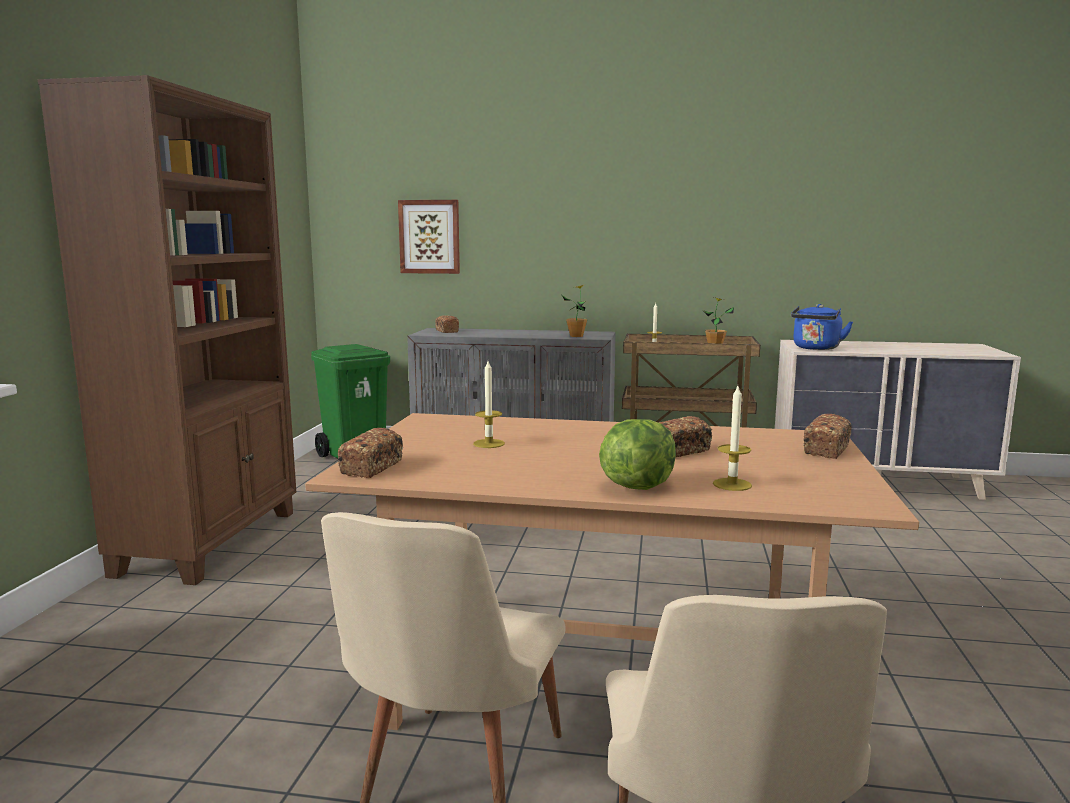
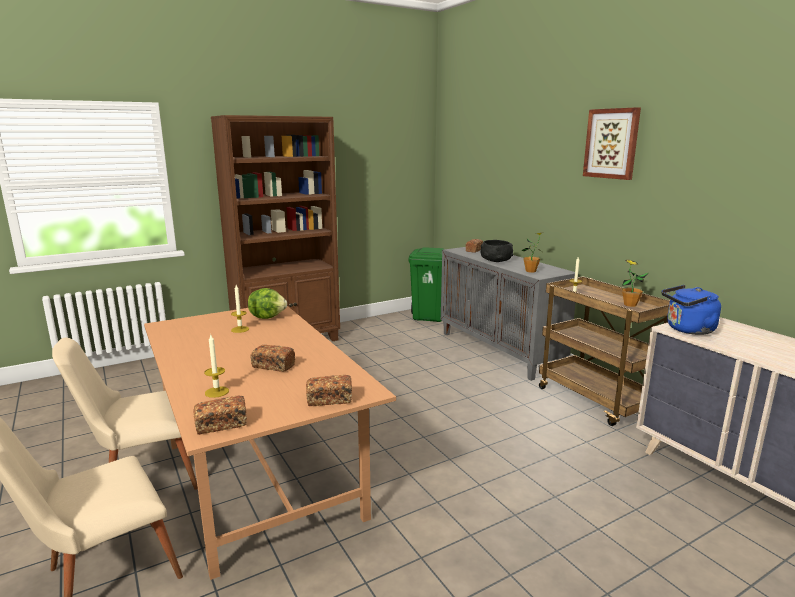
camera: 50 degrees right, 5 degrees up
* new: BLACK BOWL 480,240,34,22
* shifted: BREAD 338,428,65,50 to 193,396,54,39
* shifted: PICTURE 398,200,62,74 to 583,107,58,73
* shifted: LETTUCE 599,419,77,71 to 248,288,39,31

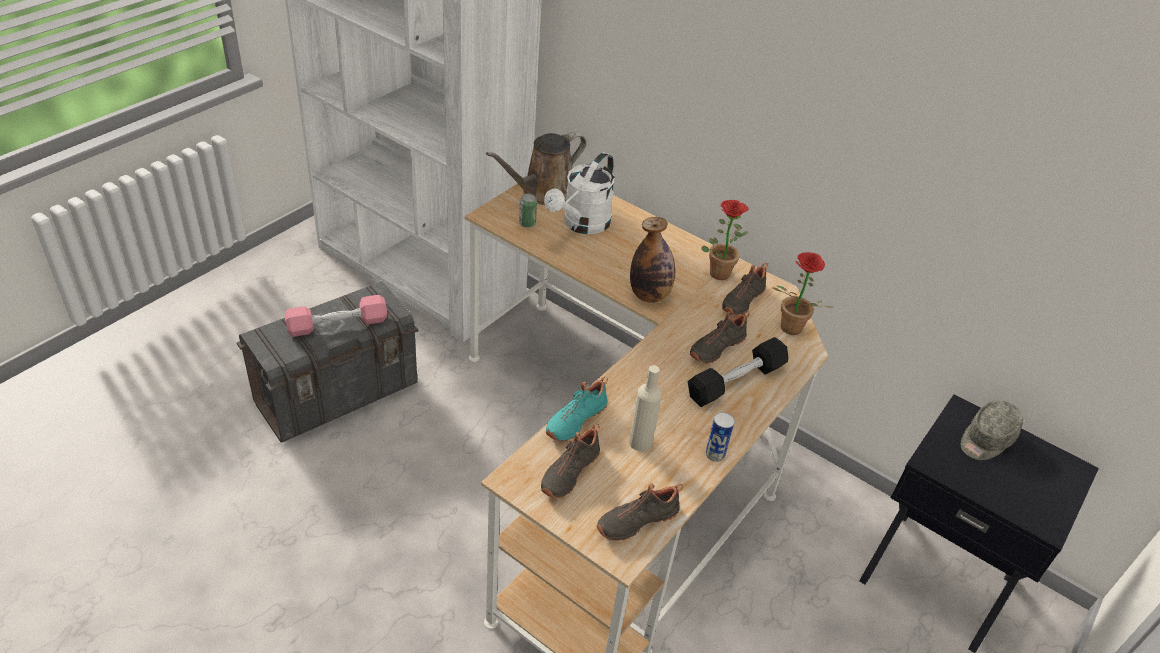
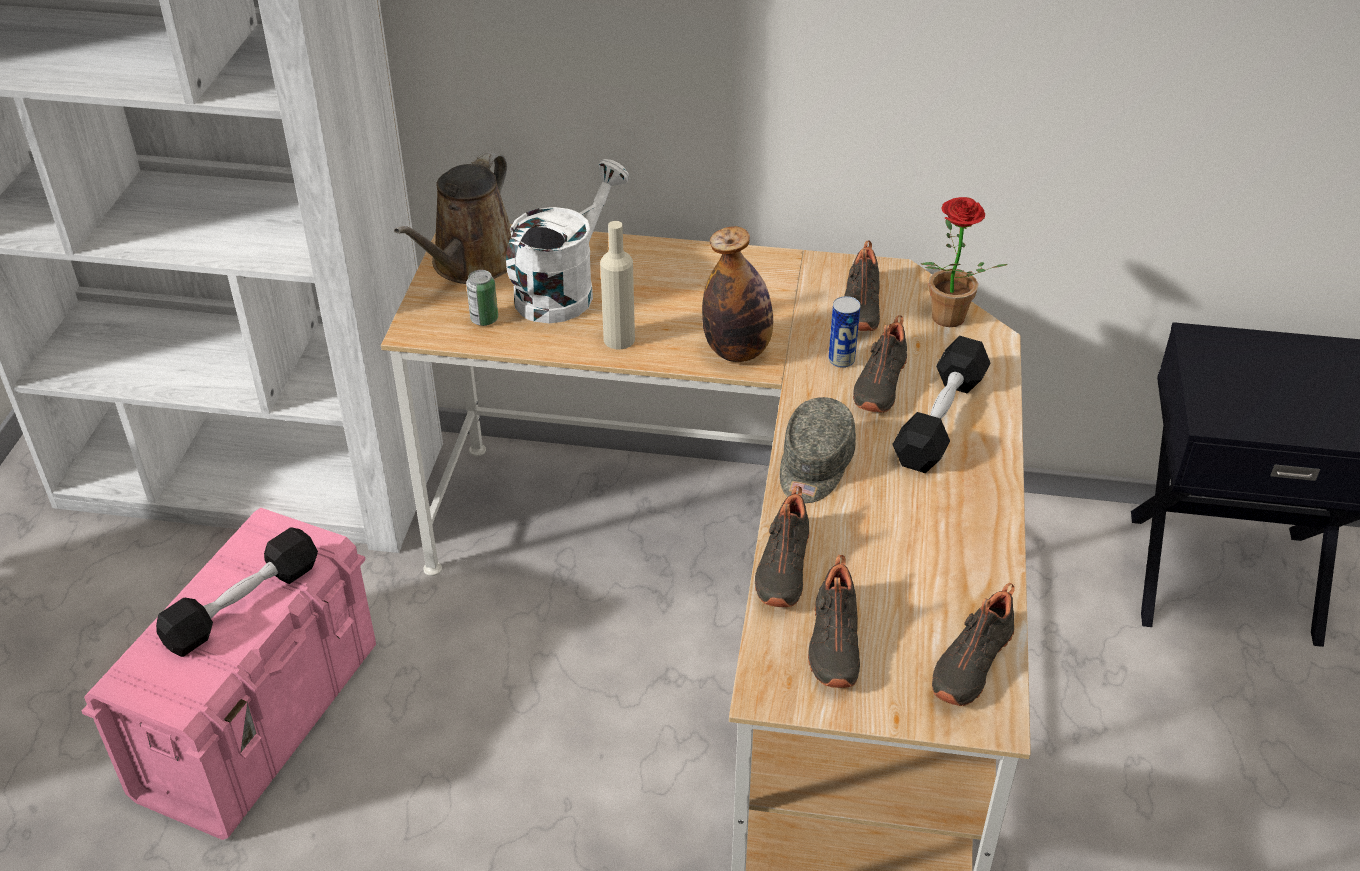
camera: 25 degrees left, 0 degrees up
* gone: POTTED PLANT 701,200,48,80
* shifted: BEIGE BOTTLE 629,365,33,86 to 600,221,35,128
* shifted: CAN 706,412,29,50 to 828,296,33,72
* shifted: GREY CAP 961,401,62,59 to 780,397,76,106
* repainted: GREY STORAGE BOX 237,281,181,162 to PINK STORAGE BOX 82,508,294,332
* repainted: PINK DUMBBELL 284,295,103,42 to BLACK DUMBBELL 156,527,162,130
* repainted: TURQUOISE SHOE 546,377,62,64 to BLACK SHOE 755,486,54,121
* rotated: WHITE WATERING CAN 544,152,71,82 = 506,159,124,164 150 degrees counterclockwise

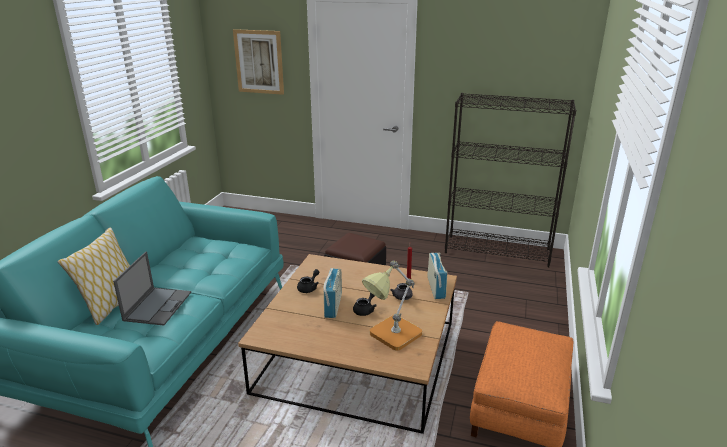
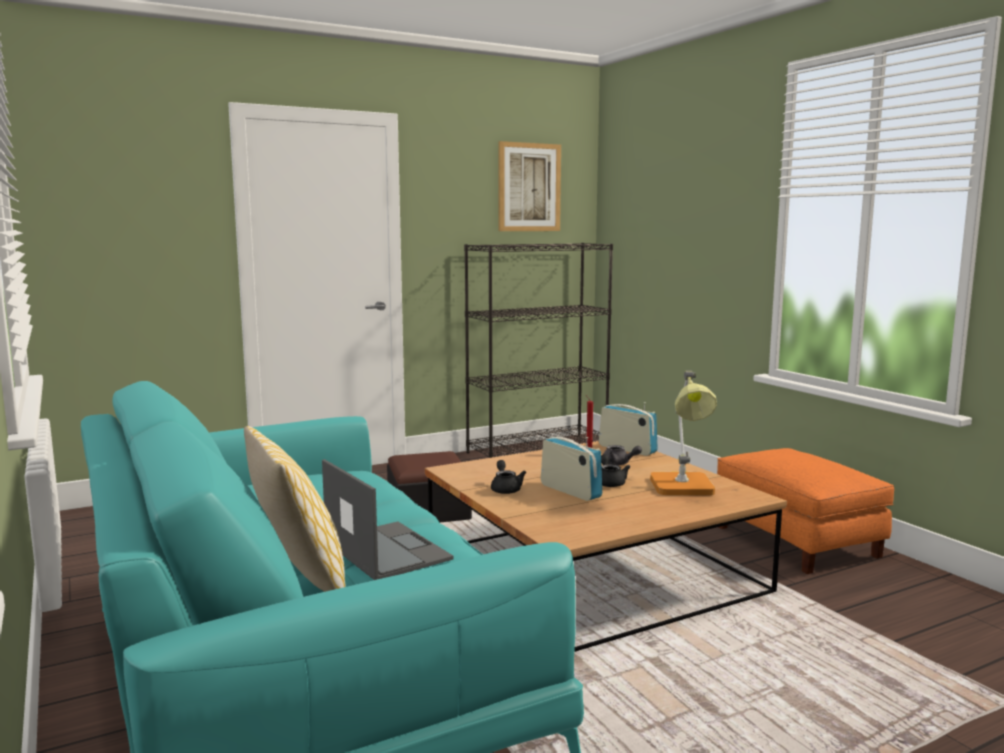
camera: 45 degrees left, 15 degrees down
* shifted: PICTURE 233,29,51,66 to 498,141,63,90

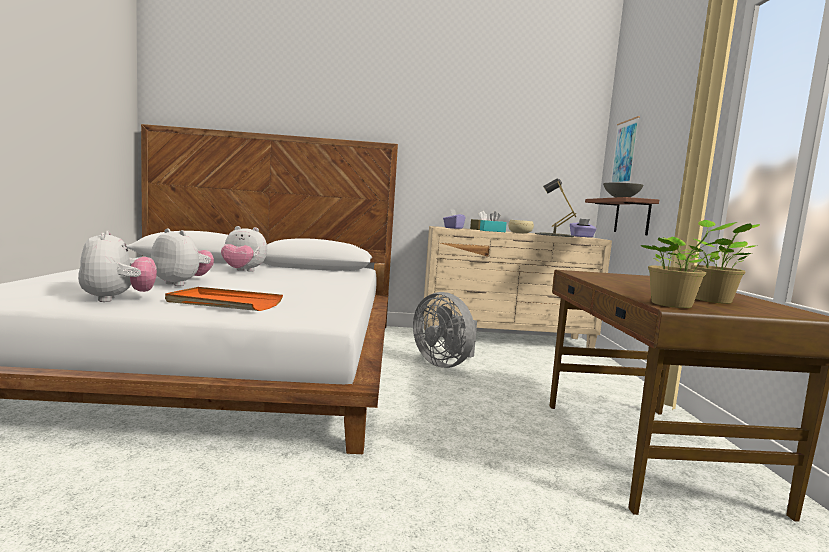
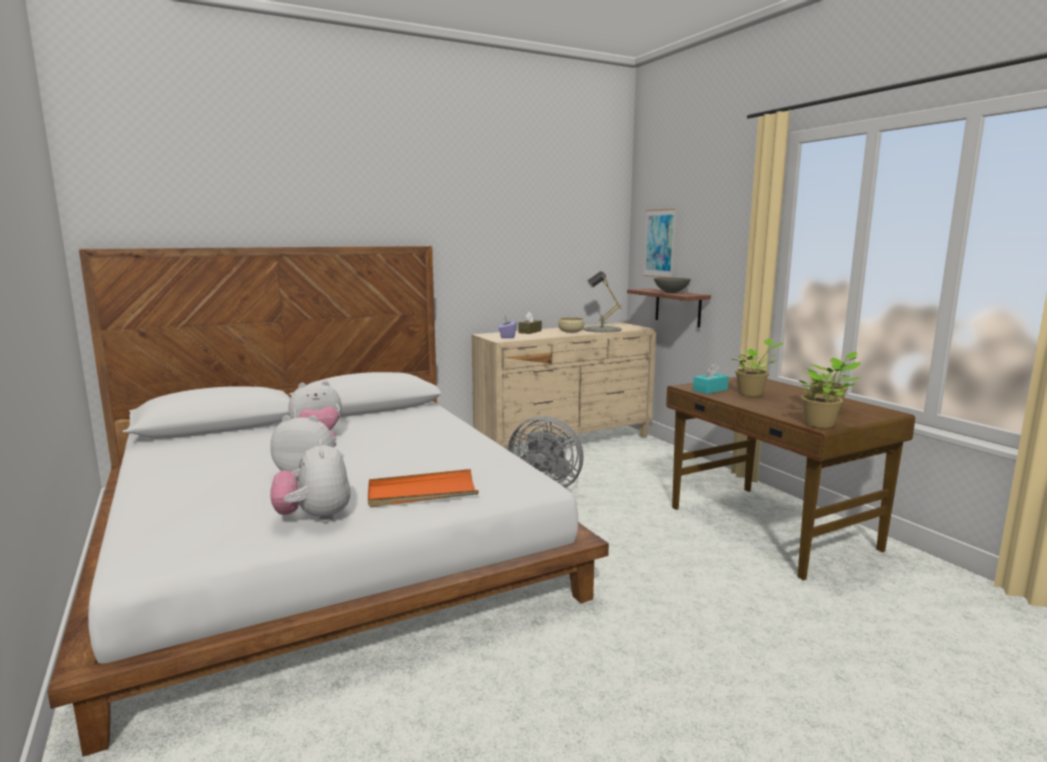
camera: 25 degrees left, 5 degrees up
* gone: PURPLE TISSUE BOX 570,219,27,19
* new: POTTED PLANT 732,339,51,57
* shifted: TURQUOISE TISSUE BOX 480,211,27,21 to 693,363,36,31
* rotated: PLUSH TOY 78,231,79,71 = 270,439,81,84 150 degrees counterclockwise

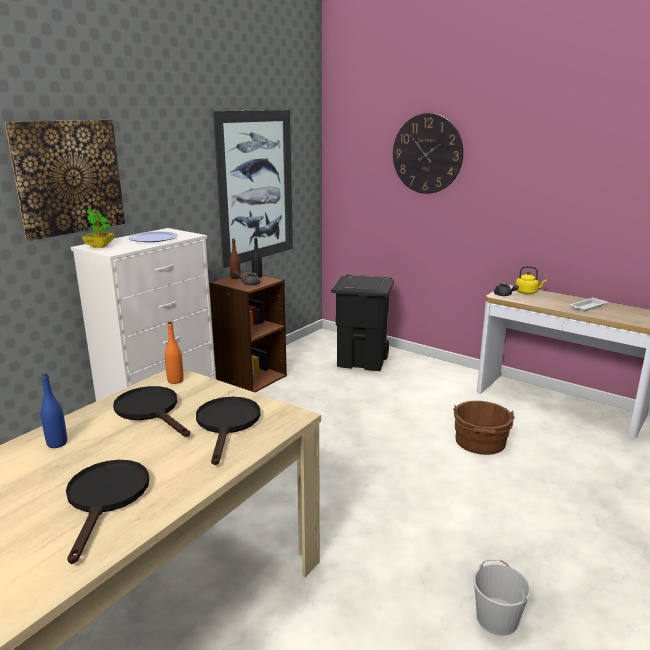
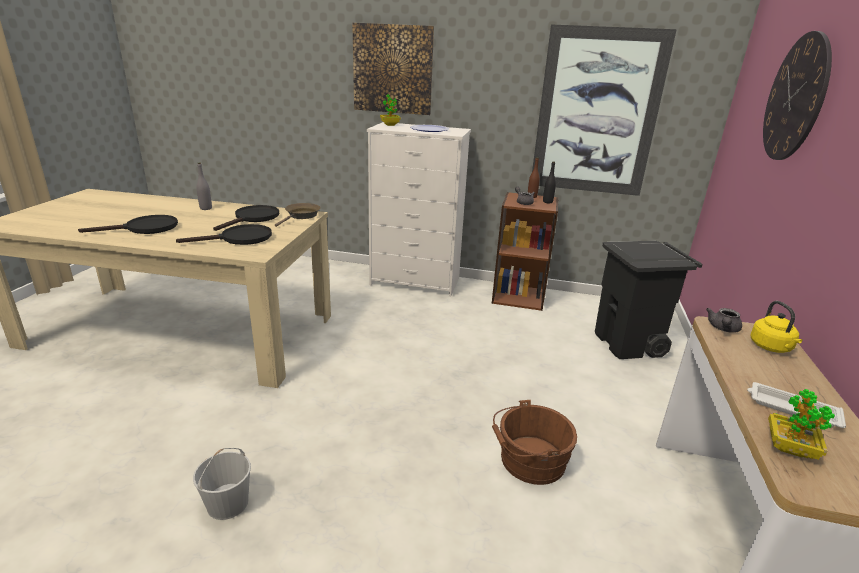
camera: 65 degrees right, 5 degrees up
* new: POTTED PLANT 768,389,67,71
* swapped: ORANGE BOTTLE 165,321,19,63 to BROWN FRYING PAN 275,203,46,24
* repainted: BLUE BOTTLE 41,373,26,75 to GREY BOTTLE 196,162,16,48

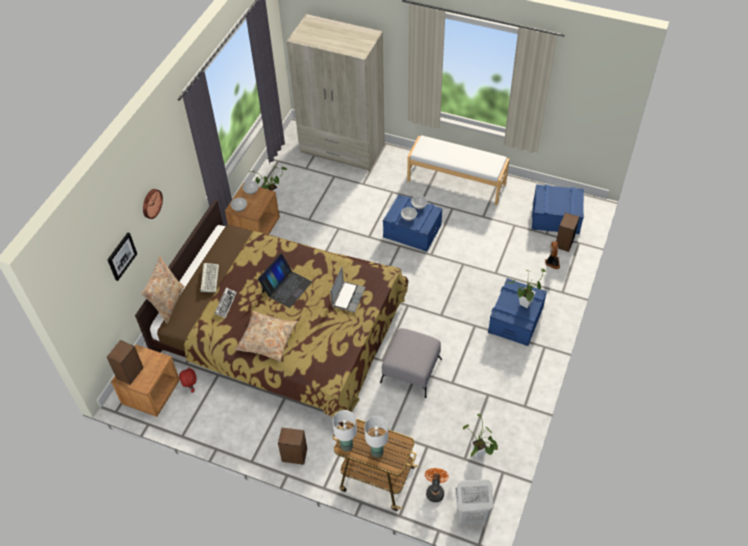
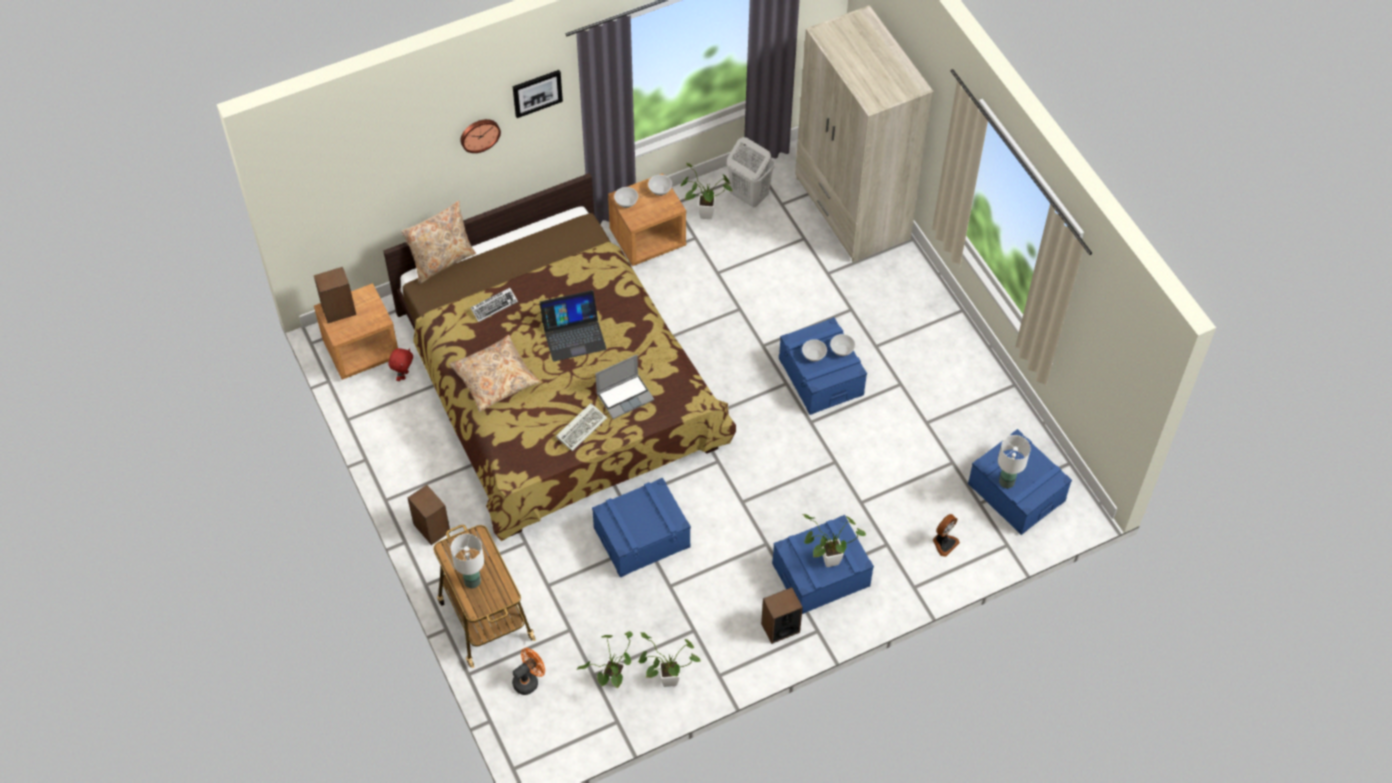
camera: 40 degrees right, 5 degrees up
* gone: WHITE BENCH 407,135,103,70
* new: POTTED PLANT 638,632,62,55
* shifted: PICTURE 107,233,30,48 to 513,70,50,48
* shifted: KEYBOARD 201,263,18,29 to 556,403,51,48
* shifted: WHITE TABLE LAMP 333,410,24,41 to 998,435,33,53
* shifted: WHITE LAUNDRY BASKET 455,479,39,45 to 727,137,47,70
* shifted: SPEAKER 556,212,23,40 to 761,587,42,57
* swapped: GREY OTTOMAN 380,328,62,70 to BLUE STORAGE BOX 592,478,99,100

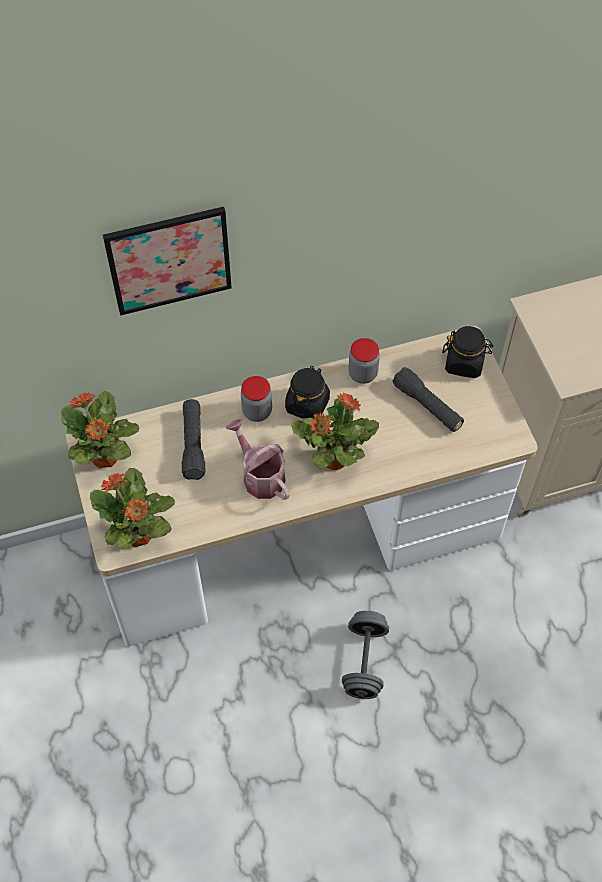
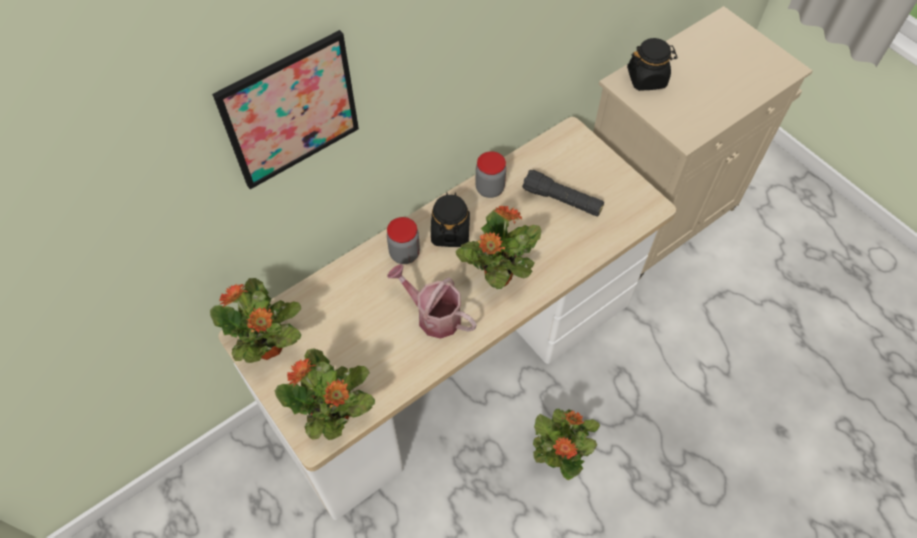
camera: 20 degrees left, 0 degrees up
* gone: BLACK FLASHLIGHT 182,399,23,81
* shifted: BLACK JAR 442,326,51,52 to 627,38,51,53
* swapped: GREY DUMBBELL 342,611,47,88 to POTTED PLANT 533,409,67,71

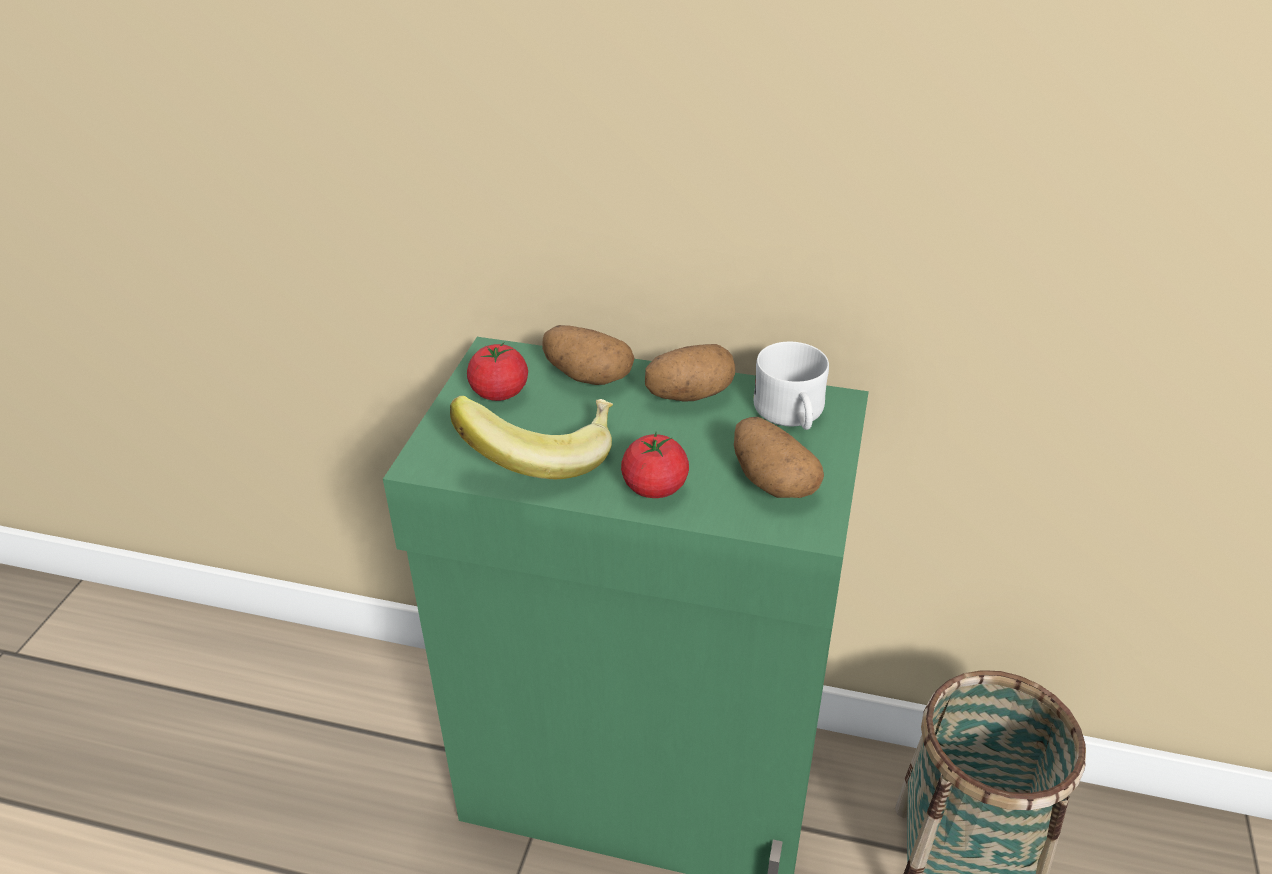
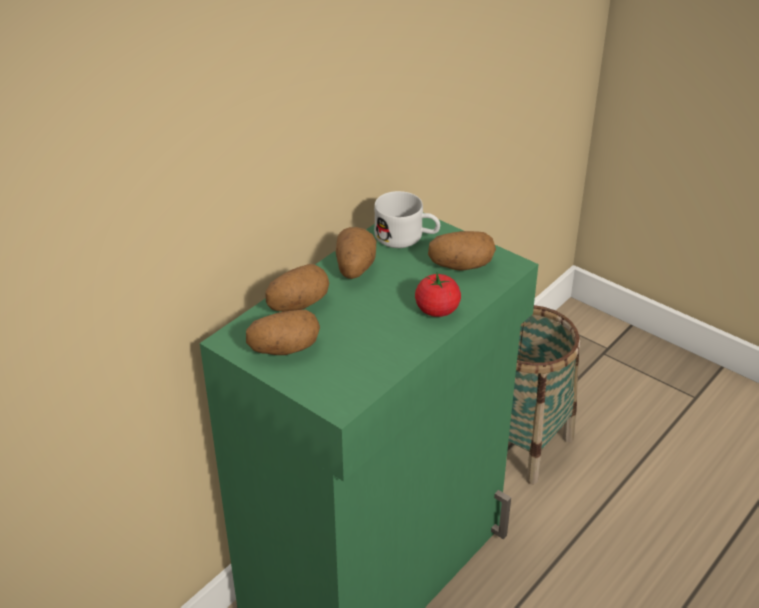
camera: 65 degrees left, 0 degrees up
* gone: BANANA 450,396,163,83
* swapped: TOMATO 467,342,61,59 to POTATO 246,310,74,45

